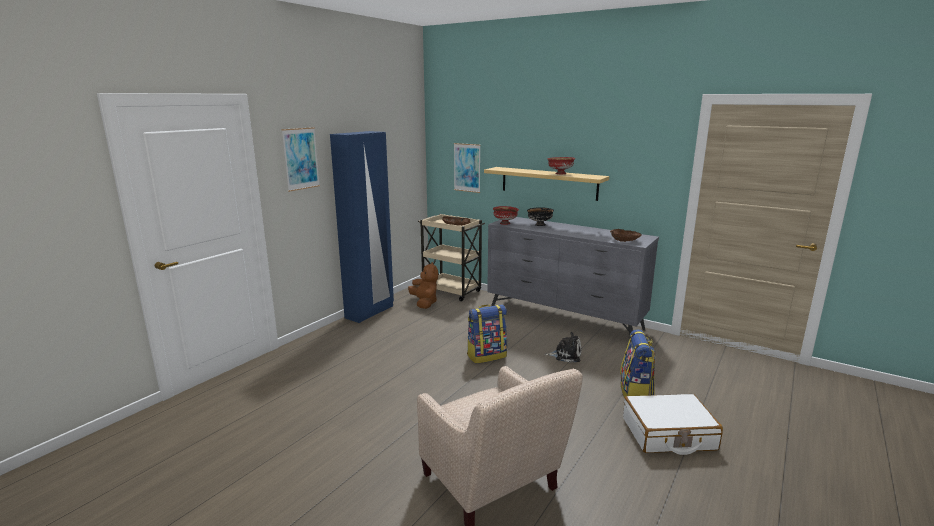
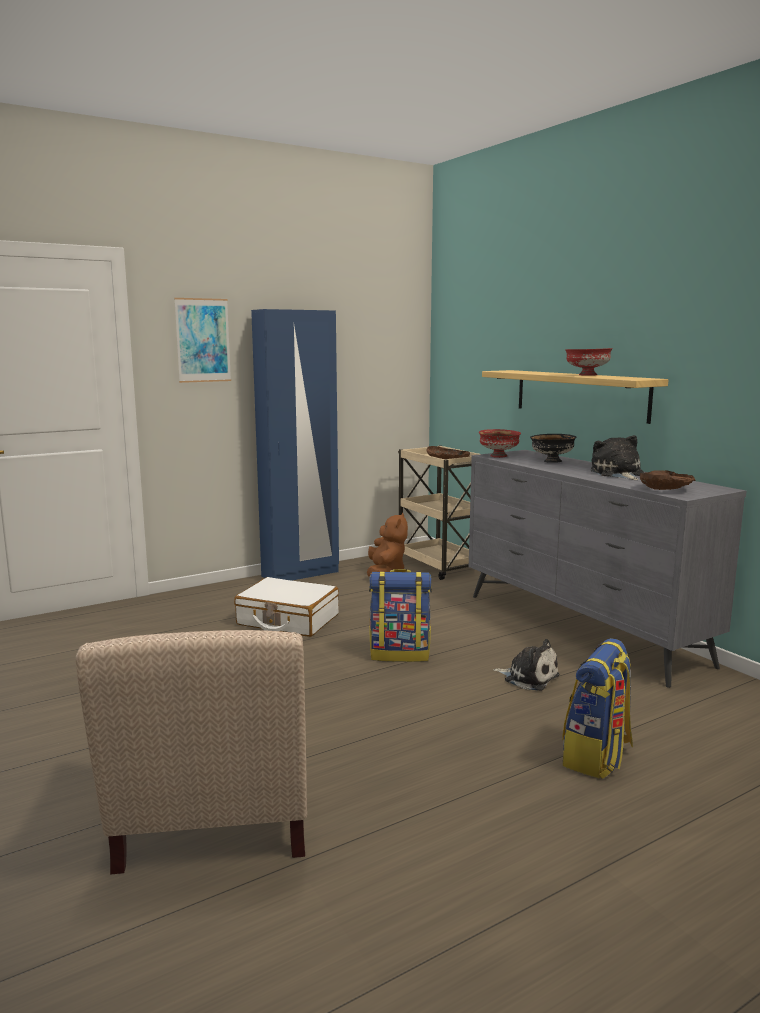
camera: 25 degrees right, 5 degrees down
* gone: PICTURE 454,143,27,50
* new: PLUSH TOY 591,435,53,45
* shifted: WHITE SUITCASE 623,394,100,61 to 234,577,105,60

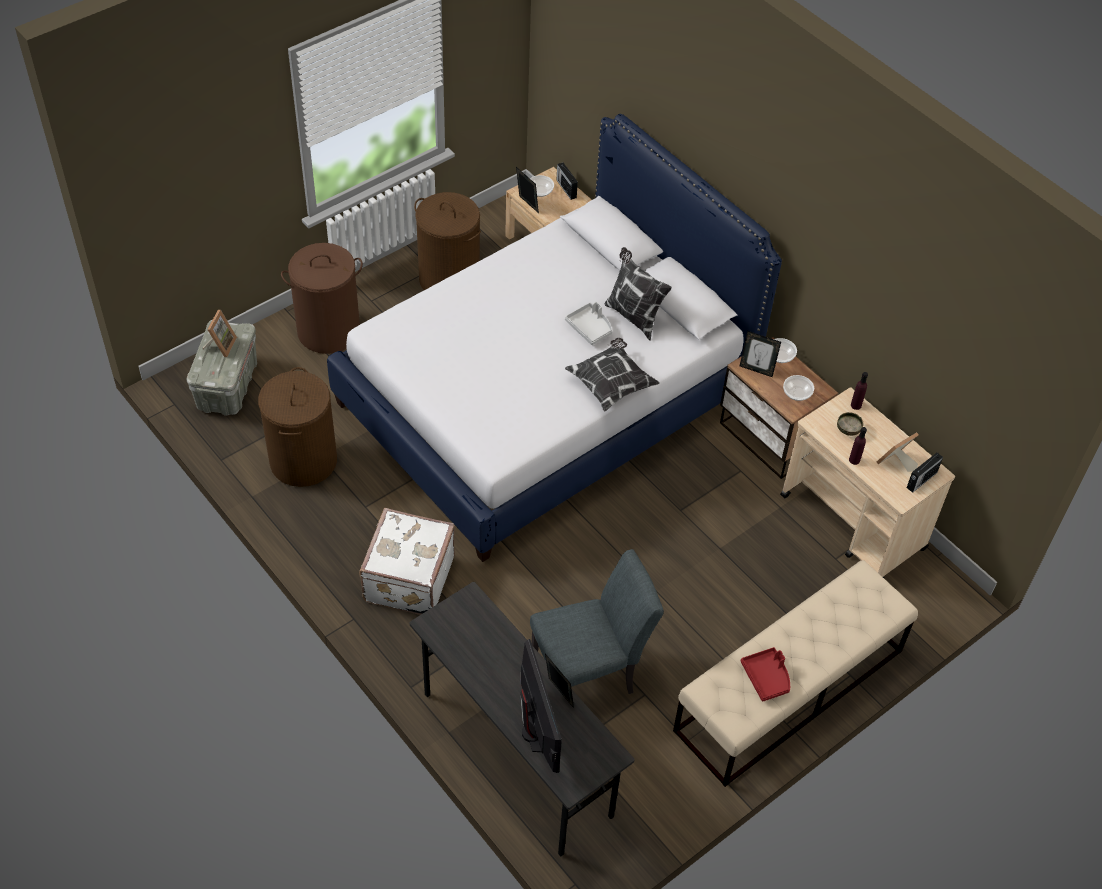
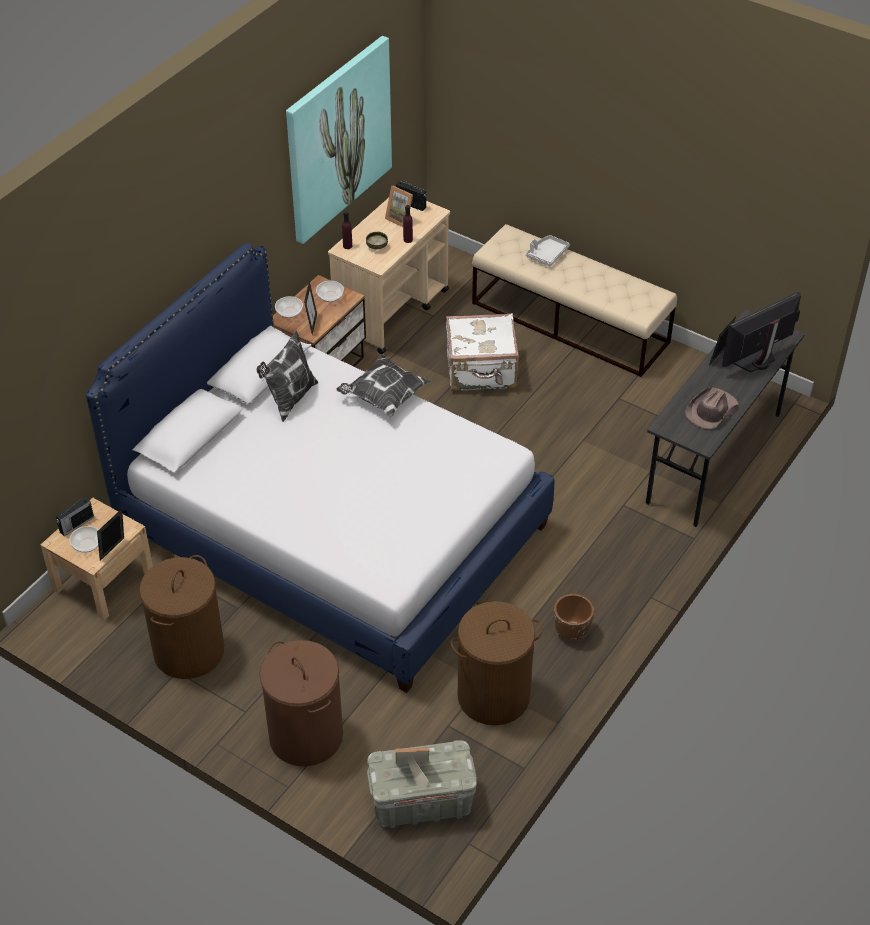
camera: 105 degrees left, 5 degrees down
* gone: GREY CHAIR 530,549,134,145
* gone: RED TRAY 741,647,49,55
* new: PICTURE 286,36,106,208
* new: BROWN PLANTER 554,594,40,47
* new: BROWN HAT 685,387,54,42
* shifted: WHITE SUITCASE 359,508,96,107 to 446,313,73,78
* shifted: GREY TRAY 565,302,48,43 to 526,235,44,31

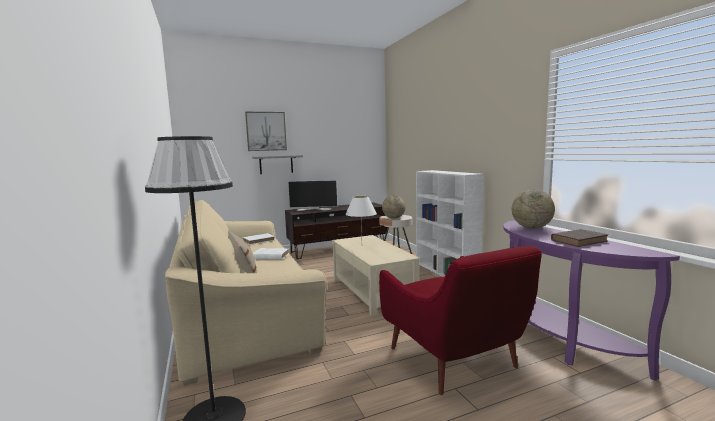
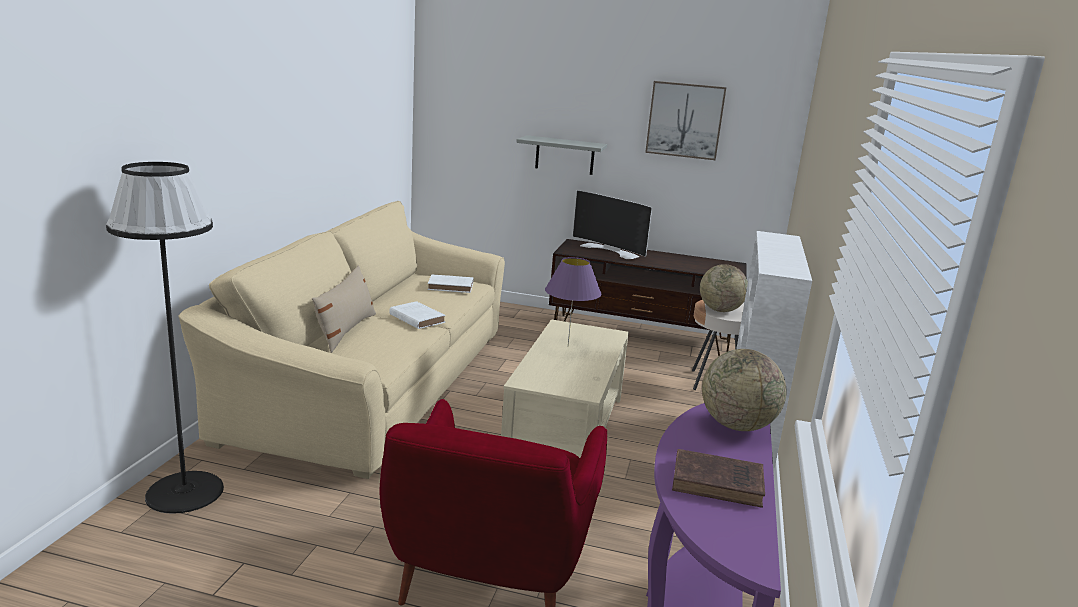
camera: 35 degrees right, 10 degrees up
* shifted: PICTURE 245,112,42,39 to 645,81,82,79
* repainted: WHITE TABLE LAMP 345,196,32,40 to PURPLE TABLE LAMP 545,257,56,88

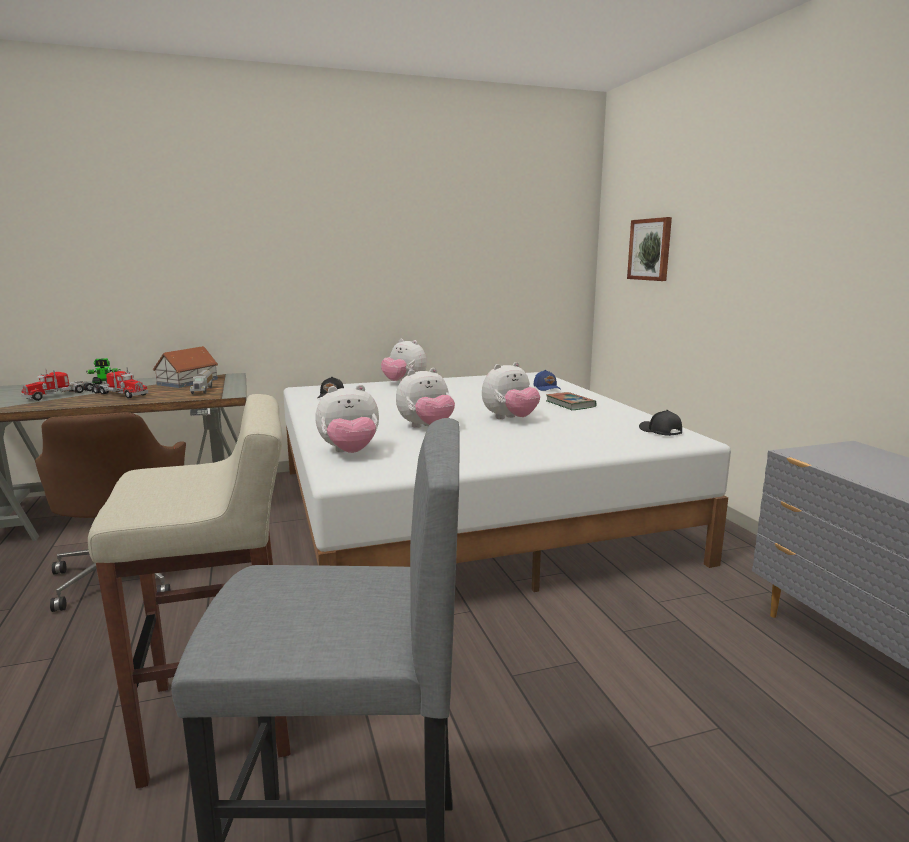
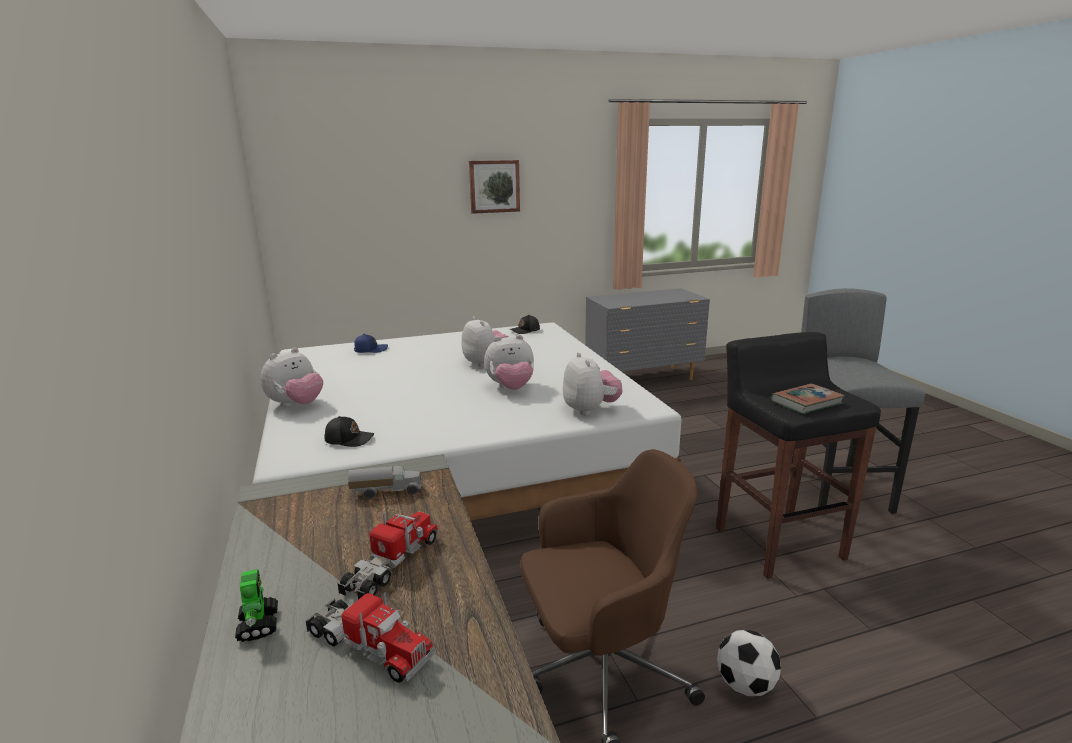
camera: 90 degrees left, 5 degrees up
* gone: TOY HOUSE 152,346,66,42
* new: FOOTBALL 717,630,64,66
* shifted: BOOK 546,392,51,18 to 771,384,73,30
* shifted: PICTURE 627,217,45,64 to 469,160,51,54
* repainted: BEIGE STOOL 88,394,203,394 to BLACK STOOL 716,332,165,247
* rotated: PLUSH TOY 396,368,59,60 = 484,335,50,55 105 degrees clockwise

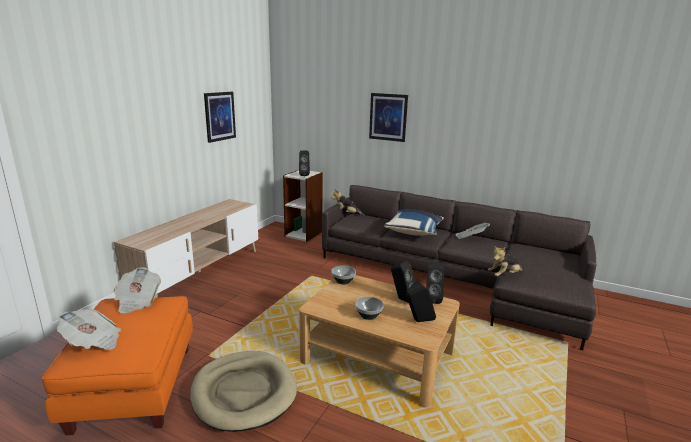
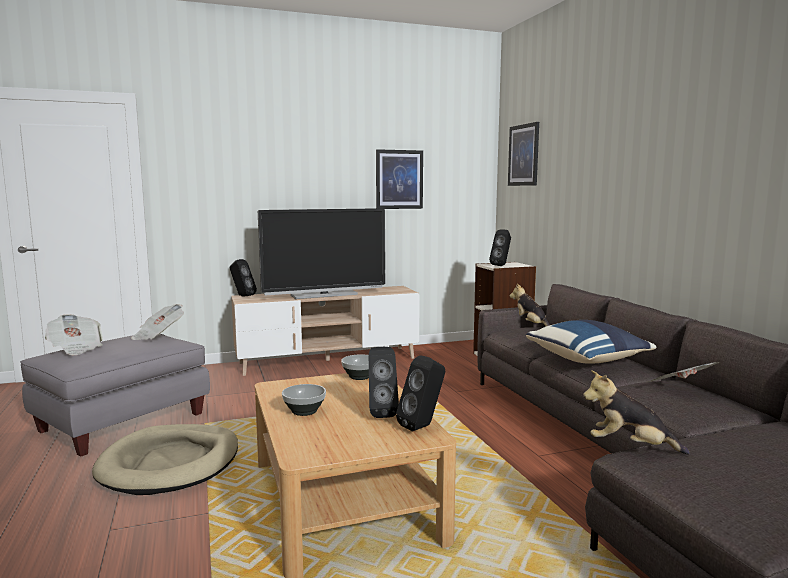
camera: 45 degrees right, 10 degrees down
* new: TELEVISION 258,208,127,91
* shifted: PICTURE 369,93,39,49 to 508,122,31,64
* shifted: BLACK SPEAKER 406,280,30,42 to 230,259,27,38
* repainted: ORANGE OTTOMAN 42,296,151,139 to GREY OTTOMAN 20,334,190,123

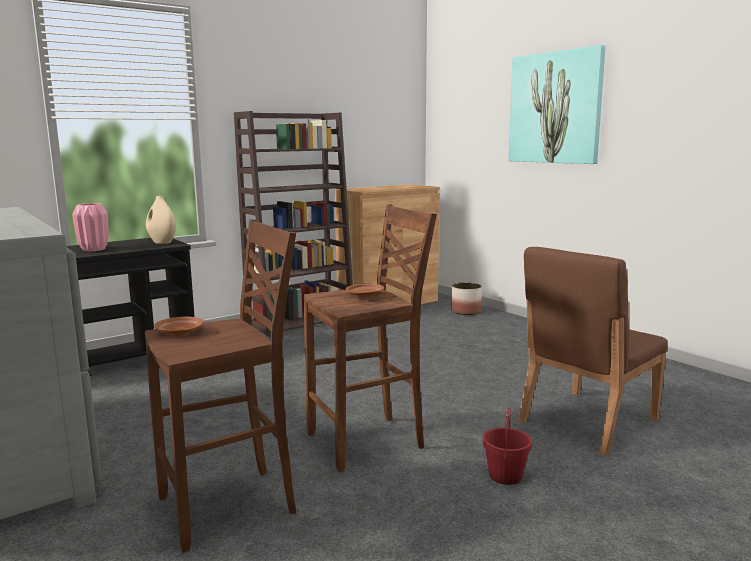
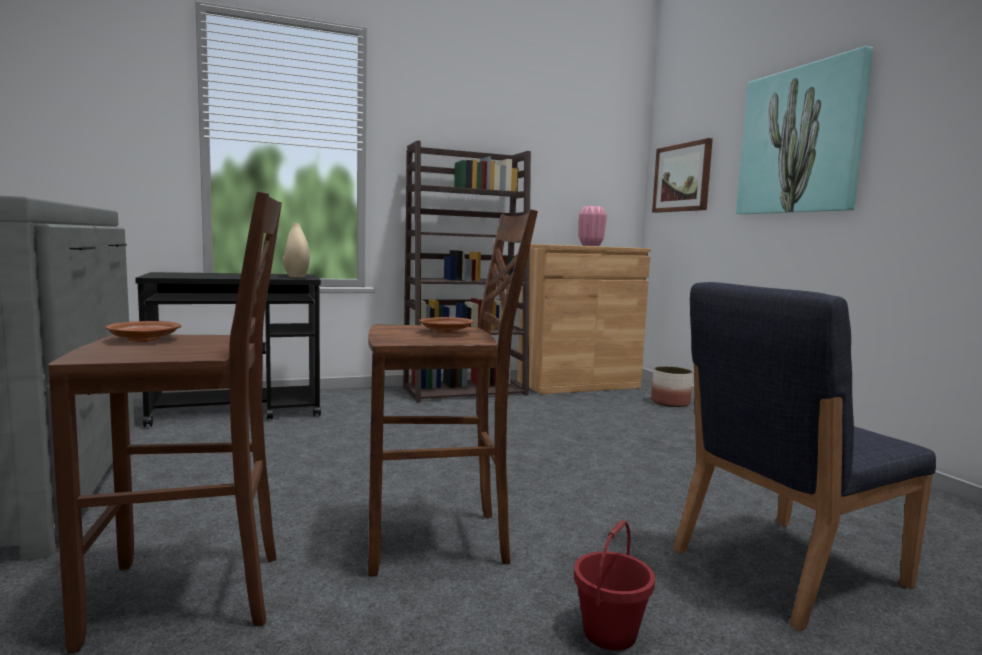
camera: 15 degrees right, 5 degrees down
* new: PICTURE 652,138,61,75
* shifted: PINK VASE 72,203,37,49 to 579,206,28,40
* repainted: BROWN CHAIR 518,247,150,208 to BLUE CHAIR 673,282,263,349

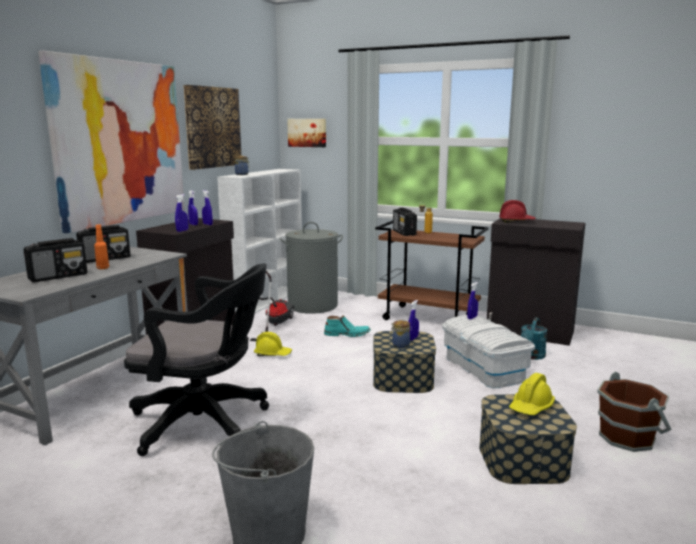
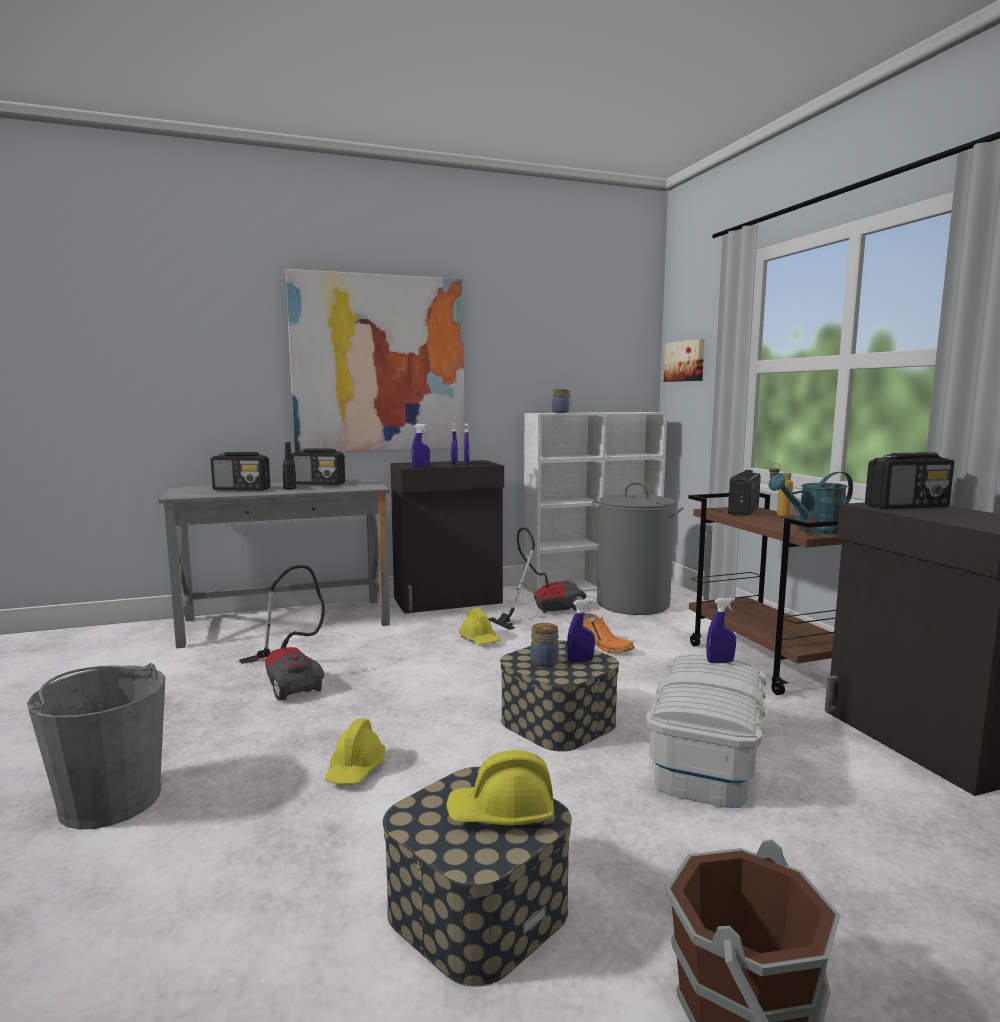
camera: 45 degrees right, 5 degrees down
* gone: PICTURE 183,85,58,85
* new: YELLOW HARD HAT 324,718,61,66
* shifted: TURQUOISE WATERING CAN 521,317,26,43 to 768,472,85,62
* swapped: BLACK OFFICE CHAIR 124,263,145,193 to VACUUM CLEANER 239,565,86,136
* swapped: RED HARD HAT 499,200,37,22 to RADIO 865,452,89,57
* repainted: ORANGE BOTTLE 94,224,15,45 to BLACK BOTTLE 282,442,14,48
* repainted: TURQUOISE BOOT 324,315,47,22 to ORANGE BOOT 583,613,52,40

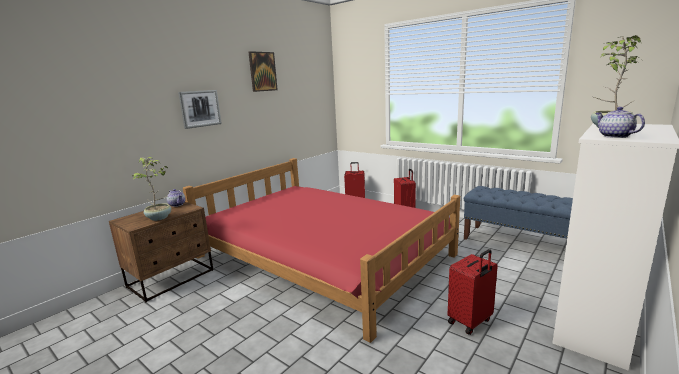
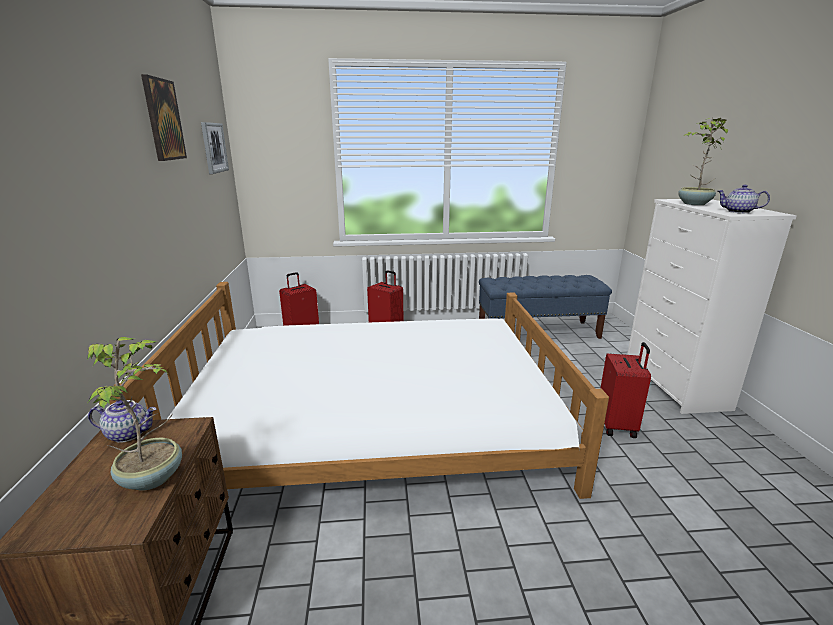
camera: 45 degrees left, 5 degrees up
* shifted: PICTURE 178,90,44,39 to 201,122,28,52
* repainted: RED BED 183,158,277,185 to WHITE BED 109,282,500,217

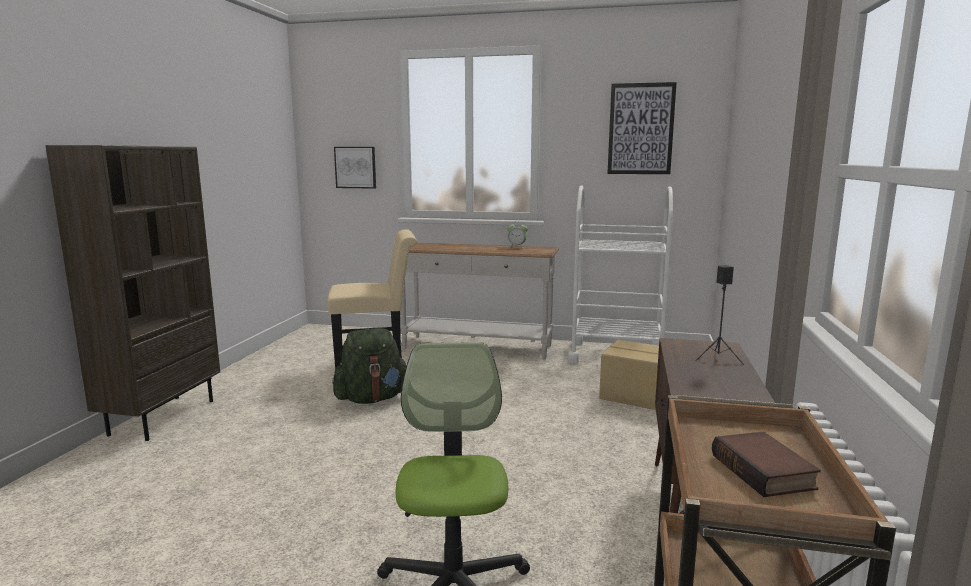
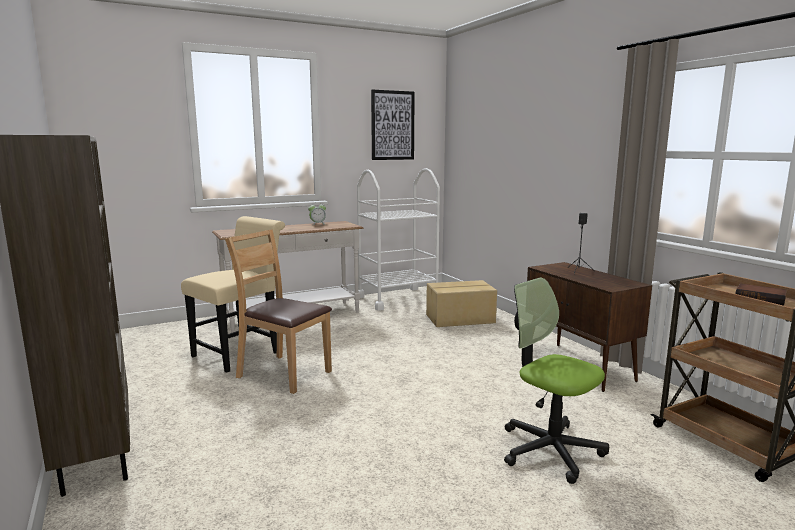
camera: 40 degrees left, 0 degrees up
* gone: PICTURE 334,147,42,42
* swapped: GREEN BACKPACK 332,328,74,76 to BROWN CHAIR 225,229,107,165

